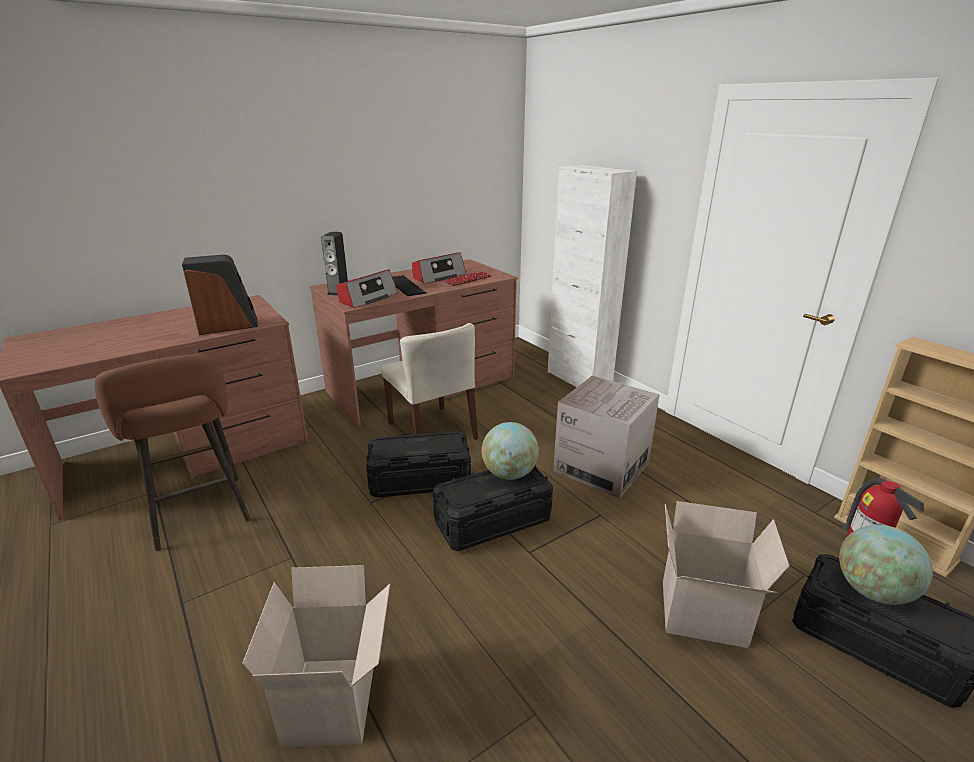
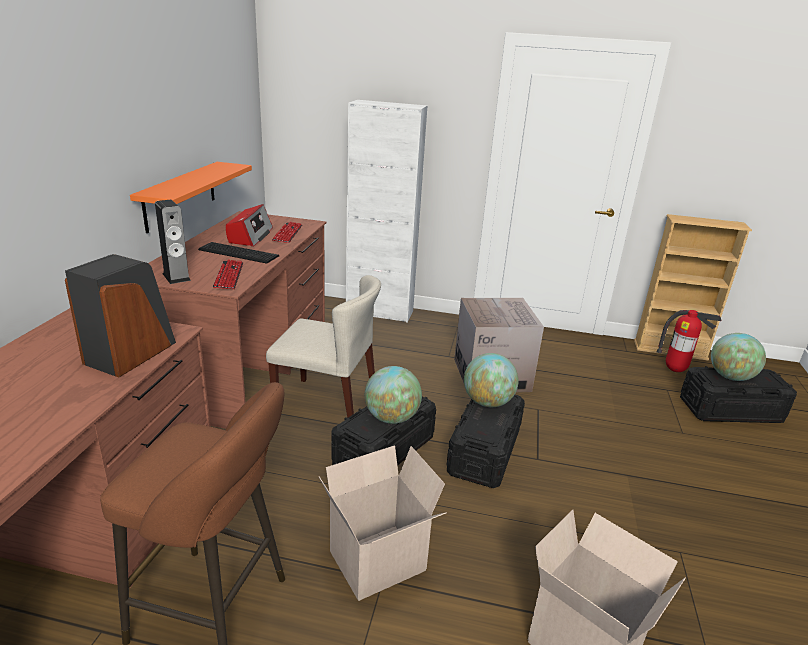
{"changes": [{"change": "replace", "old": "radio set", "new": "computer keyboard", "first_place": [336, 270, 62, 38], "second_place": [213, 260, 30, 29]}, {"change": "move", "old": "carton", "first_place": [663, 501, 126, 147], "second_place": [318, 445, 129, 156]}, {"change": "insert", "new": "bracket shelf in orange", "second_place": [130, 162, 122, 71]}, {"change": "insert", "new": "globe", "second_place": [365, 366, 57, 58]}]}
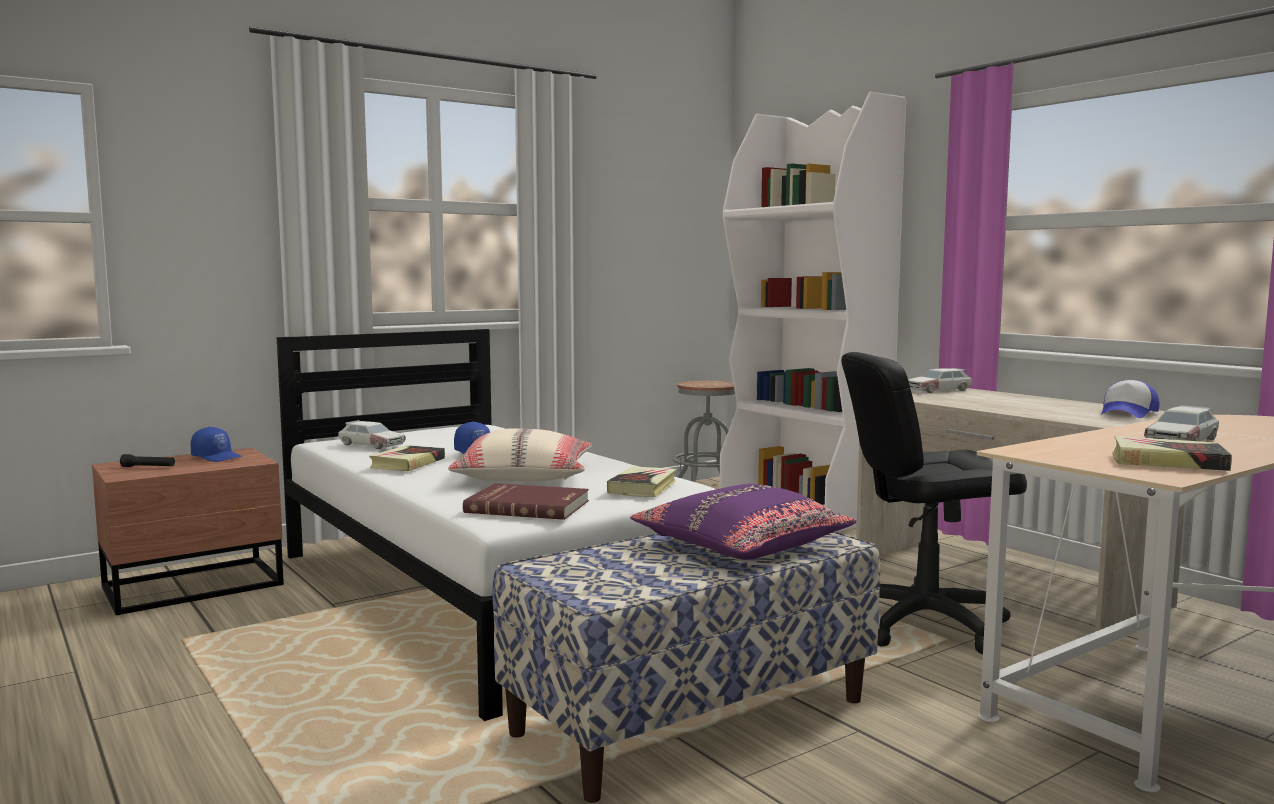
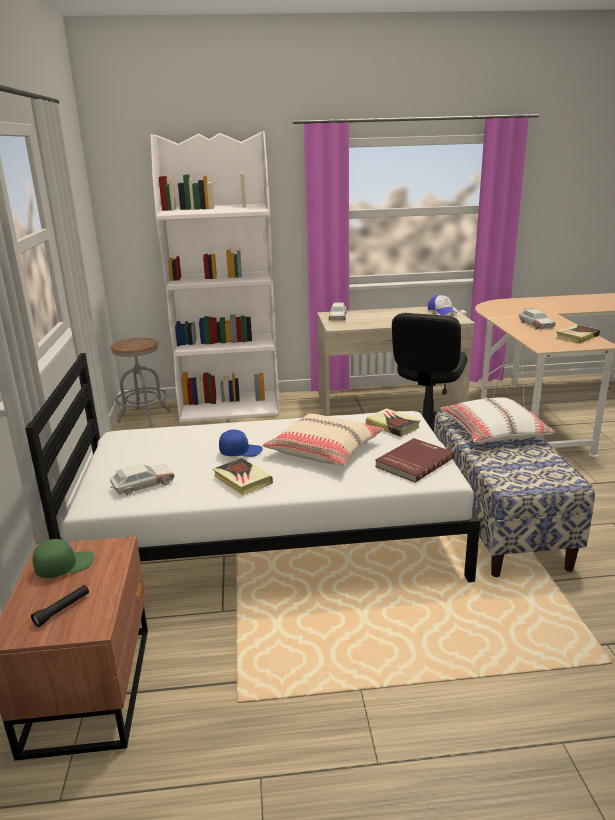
{"changes": [{"change": "recolor", "old": "baseball cap in blue", "new": "baseball cap in green", "first_place": [191, 427, 52, 35], "second_place": [32, 539, 63, 39]}, {"change": "recolor", "old": "cushion in purple-coloured", "new": "cushion in whitish", "first_place": [630, 484, 227, 76], "second_place": [440, 397, 115, 47]}]}
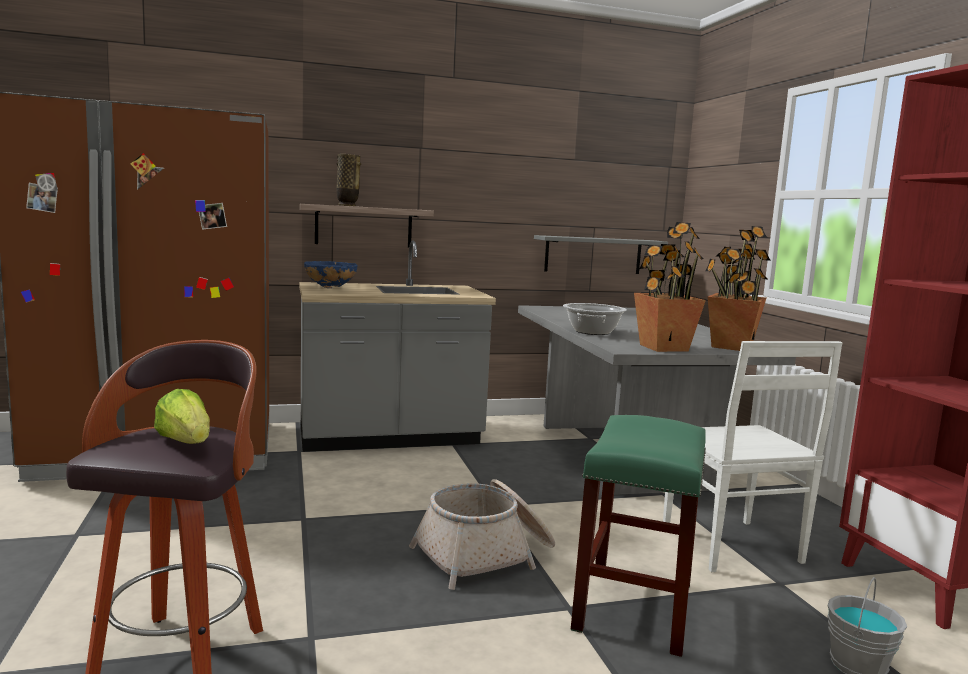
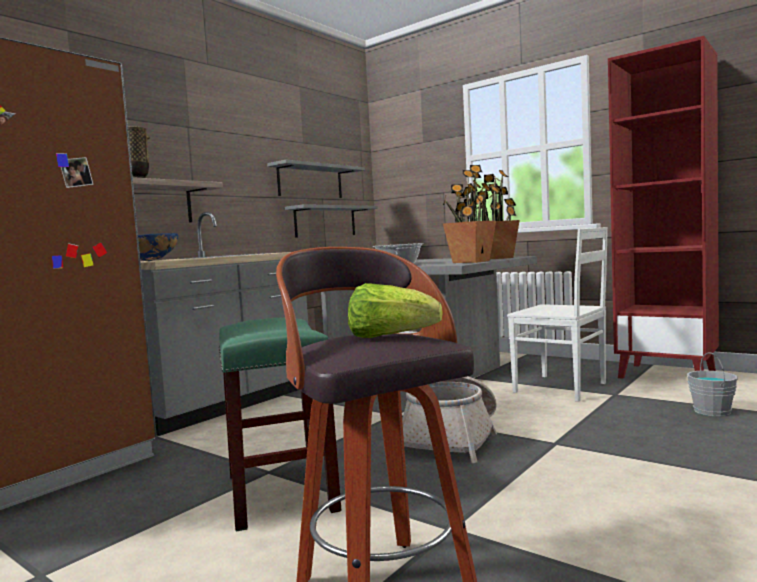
{"changes": [{"change": "move", "old": "stool seat in green", "first_place": [571, 415, 135, 242], "second_place": [219, 318, 123, 213]}, {"change": "insert", "new": "bracket shelf in grey", "second_place": [267, 160, 98, 38]}]}
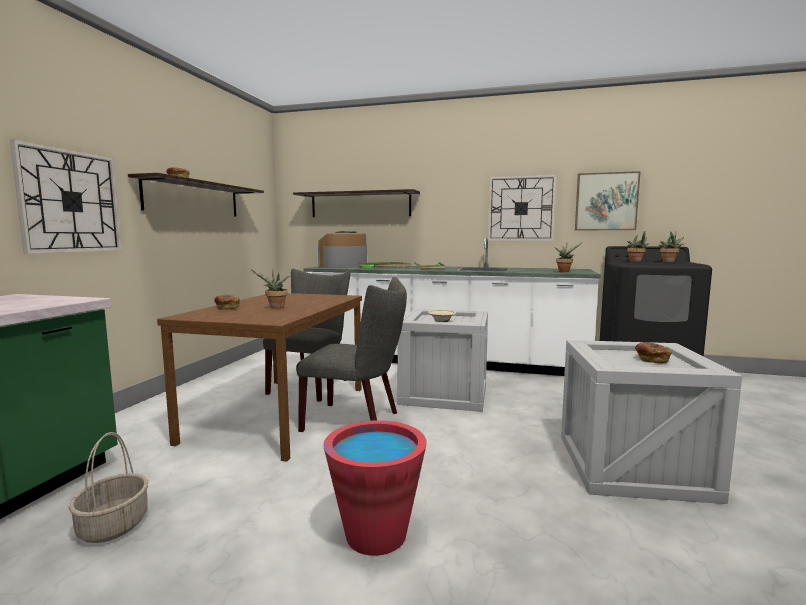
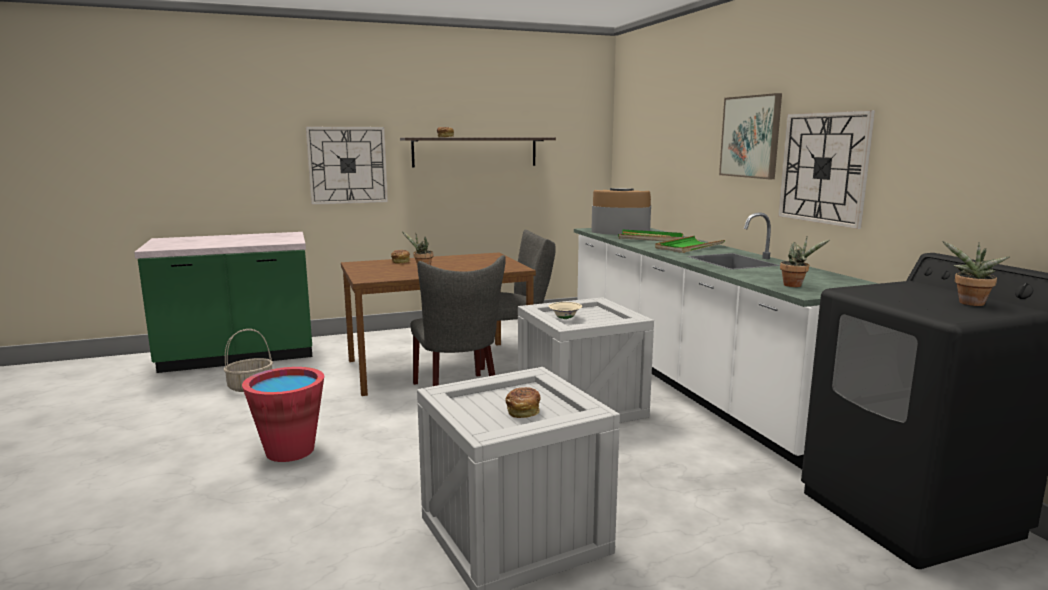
{"changes": [{"change": "delete", "old": "bracket shelf", "first_place": [293, 189, 127, 28]}, {"change": "move", "old": "wall picture", "first_place": [575, 171, 66, 59], "second_place": [719, 93, 63, 86]}, {"change": "delete", "old": "potted plant", "first_place": [627, 231, 23, 31]}]}
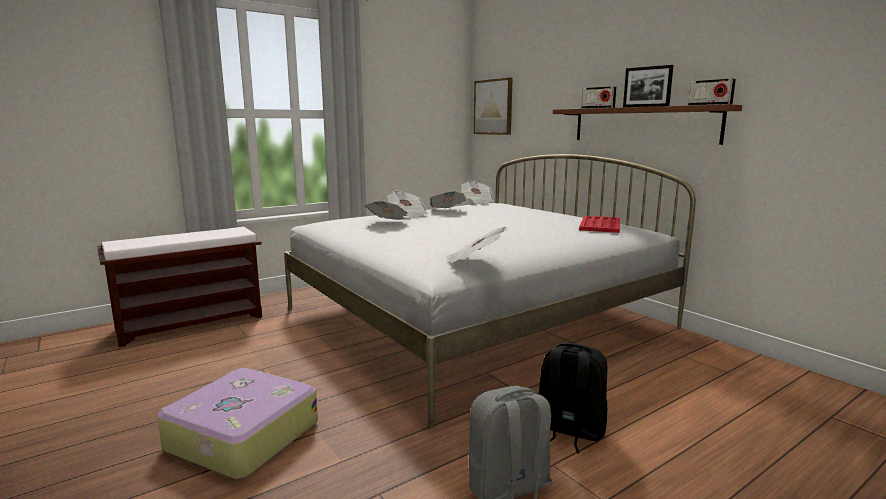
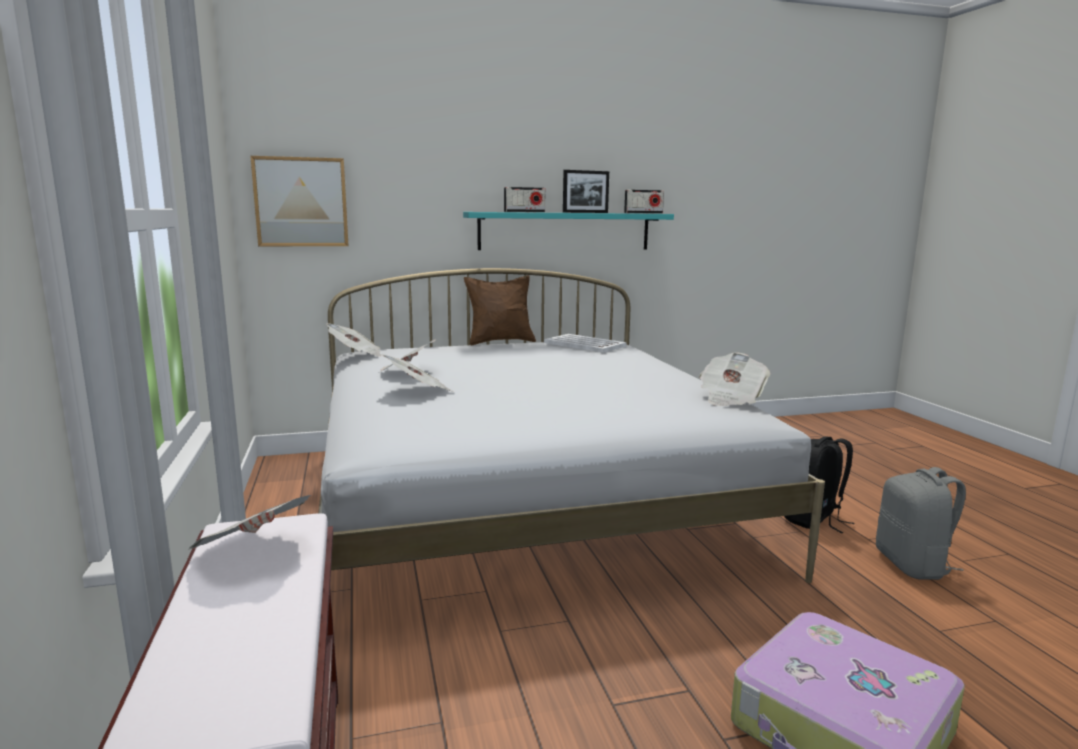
{"changes": [{"change": "move", "old": "printed paper", "first_place": [365, 201, 42, 19], "second_place": [188, 495, 124, 55]}, {"change": "recolor", "old": "bracket shelf in brownish", "new": "bracket shelf in turquoise-coloured", "first_place": [553, 104, 190, 41], "second_place": [463, 212, 211, 38]}, {"change": "recolor", "old": "tray in red-coloured", "new": "tray in whitish", "first_place": [579, 216, 41, 17], "second_place": [544, 334, 82, 19]}, {"change": "insert", "new": "cushion in brownish", "second_place": [464, 275, 72, 70]}]}
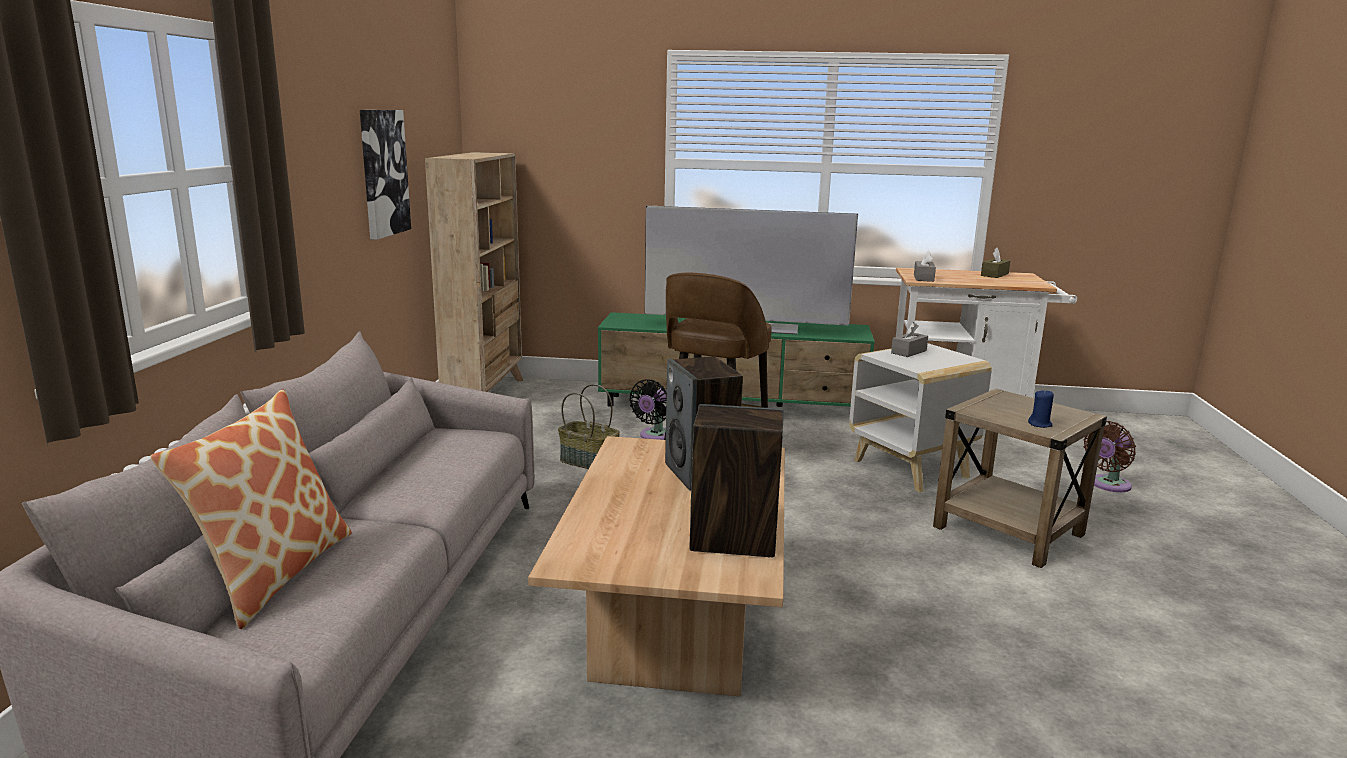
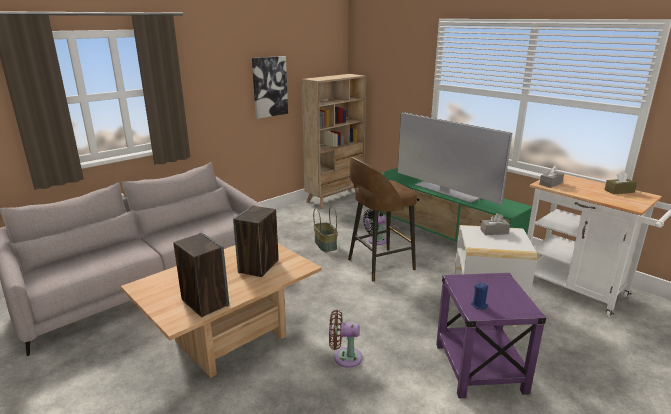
{"changes": [{"change": "delete", "old": "cushion", "first_place": [151, 389, 201, 240]}, {"change": "recolor", "old": "end table in beige", "new": "end table in purple-coloured", "first_place": [933, 389, 174, 179], "second_place": [436, 273, 110, 125]}, {"change": "move", "old": "electric fan in brownish", "first_place": [1083, 421, 53, 71], "second_place": [329, 310, 33, 58]}]}
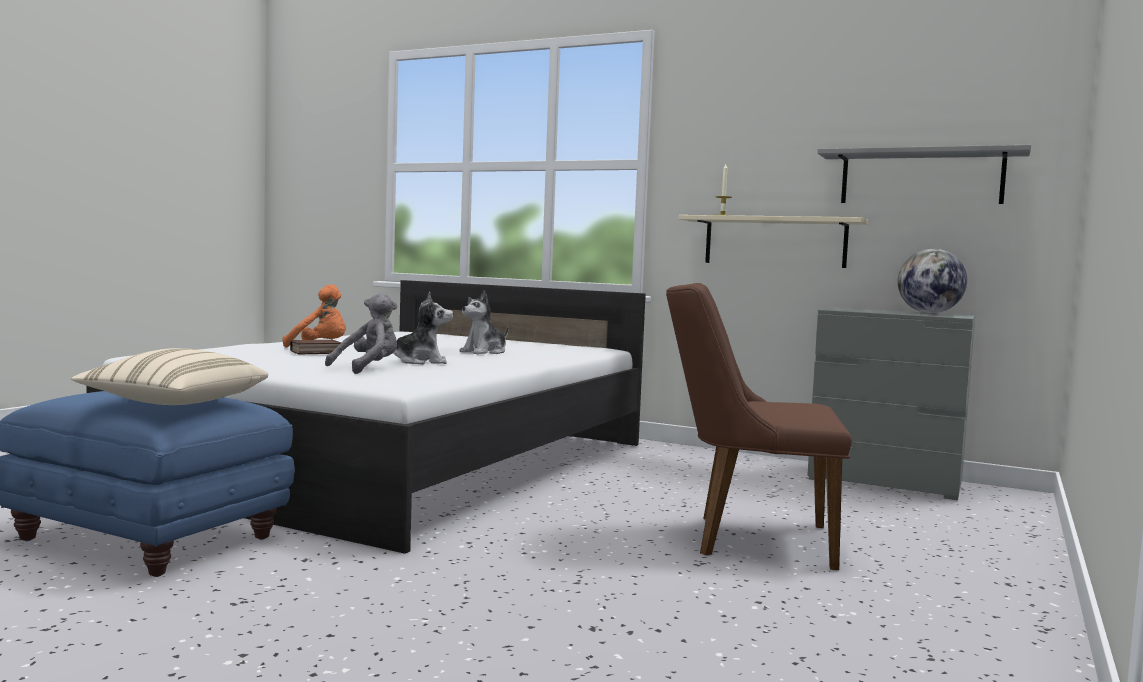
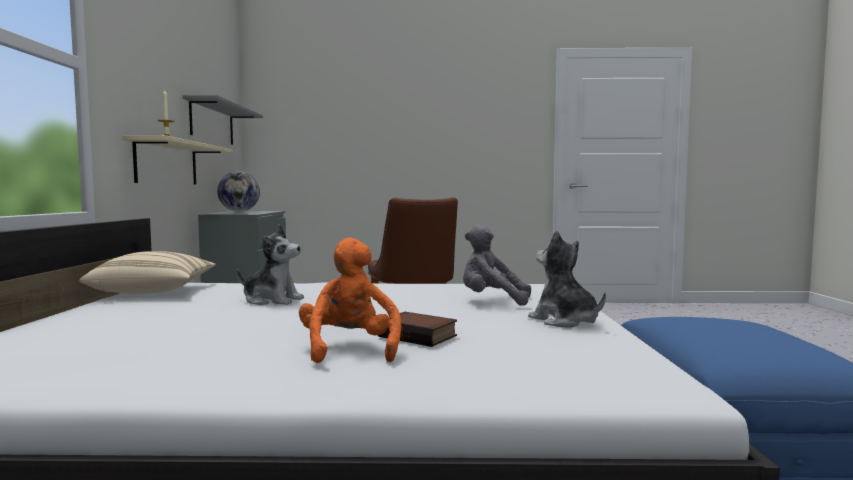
{"changes": [{"change": "move", "old": "cushion in beige", "first_place": [71, 348, 197, 57], "second_place": [79, 251, 137, 43]}, {"change": "move", "old": "plush toy", "first_place": [393, 292, 60, 73], "second_place": [528, 231, 78, 97]}]}
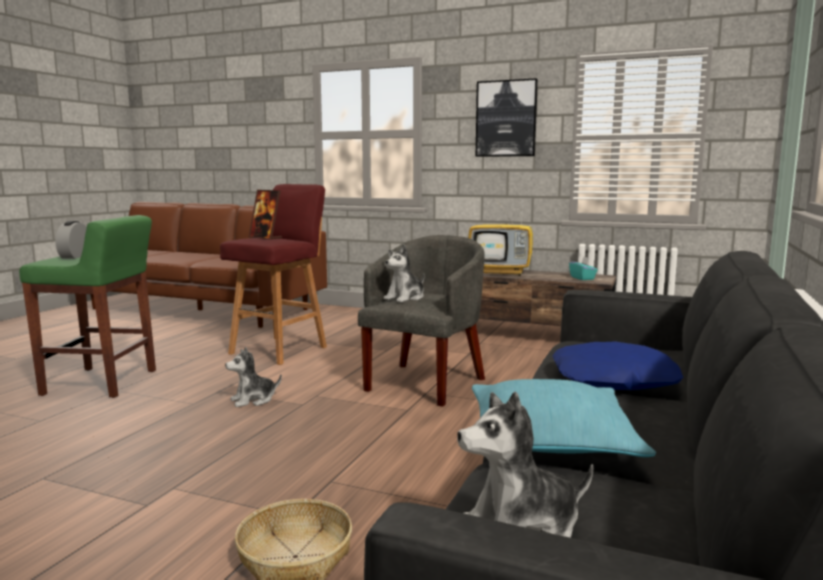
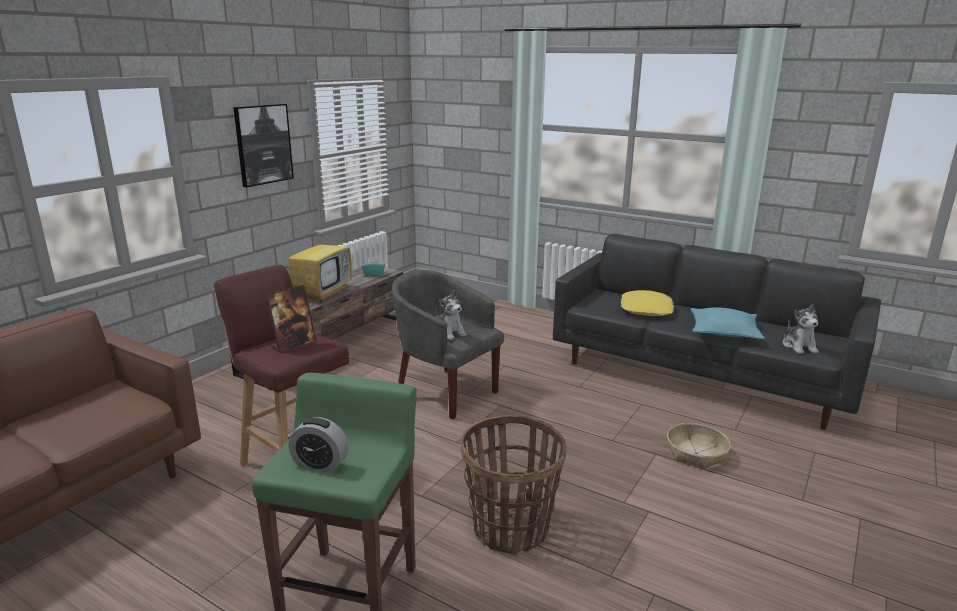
{"changes": [{"change": "delete", "old": "plush toy", "first_place": [225, 347, 57, 60]}, {"change": "recolor", "old": "cushion in blue", "new": "cushion in yellowish", "first_place": [552, 341, 131, 49], "second_place": [621, 290, 53, 26]}, {"change": "insert", "new": "basket", "second_place": [460, 416, 106, 139]}]}
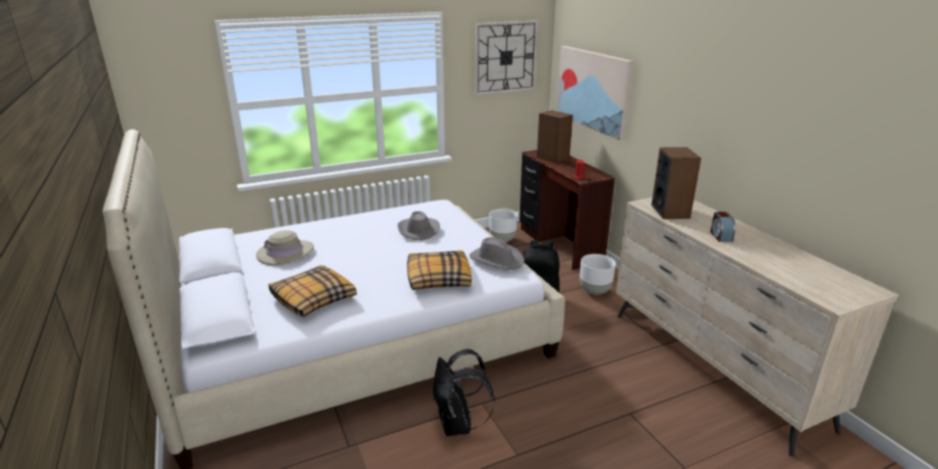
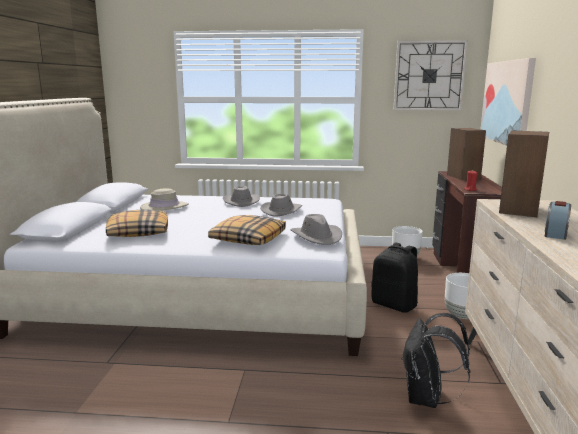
{"changes": [{"change": "move", "old": "knapsack in blackish", "first_place": [433, 349, 62, 87], "second_place": [401, 313, 69, 95]}, {"change": "insert", "new": "hat in grey", "second_place": [223, 186, 37, 21]}]}
